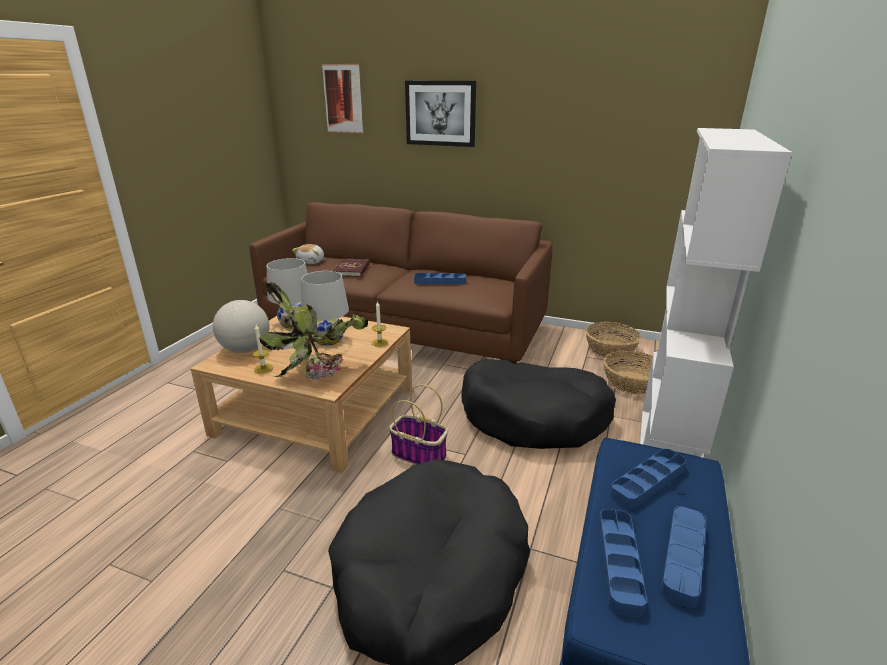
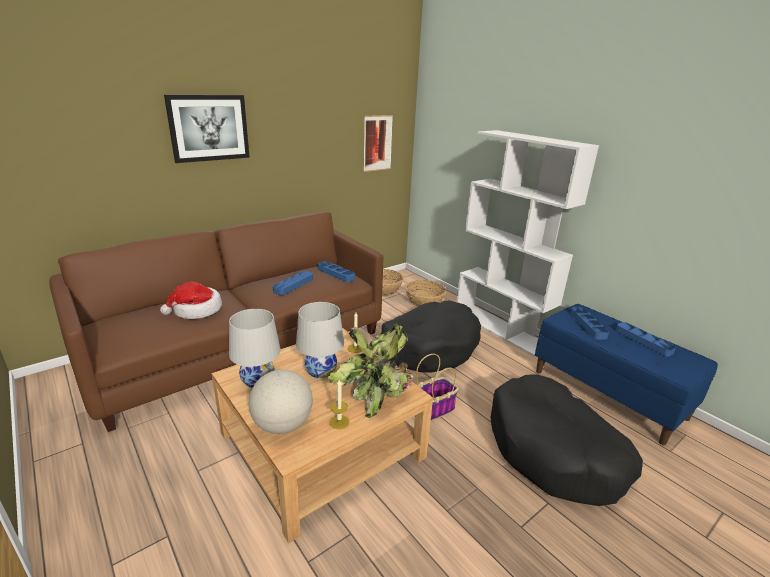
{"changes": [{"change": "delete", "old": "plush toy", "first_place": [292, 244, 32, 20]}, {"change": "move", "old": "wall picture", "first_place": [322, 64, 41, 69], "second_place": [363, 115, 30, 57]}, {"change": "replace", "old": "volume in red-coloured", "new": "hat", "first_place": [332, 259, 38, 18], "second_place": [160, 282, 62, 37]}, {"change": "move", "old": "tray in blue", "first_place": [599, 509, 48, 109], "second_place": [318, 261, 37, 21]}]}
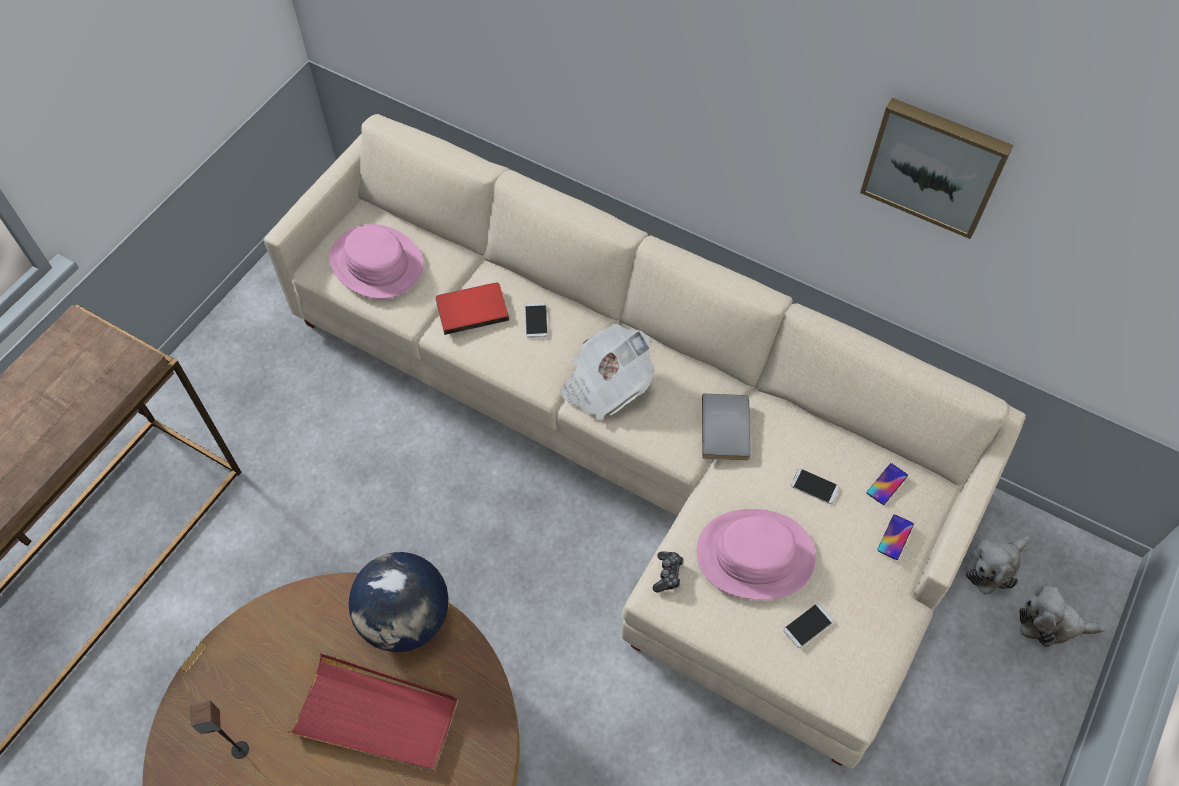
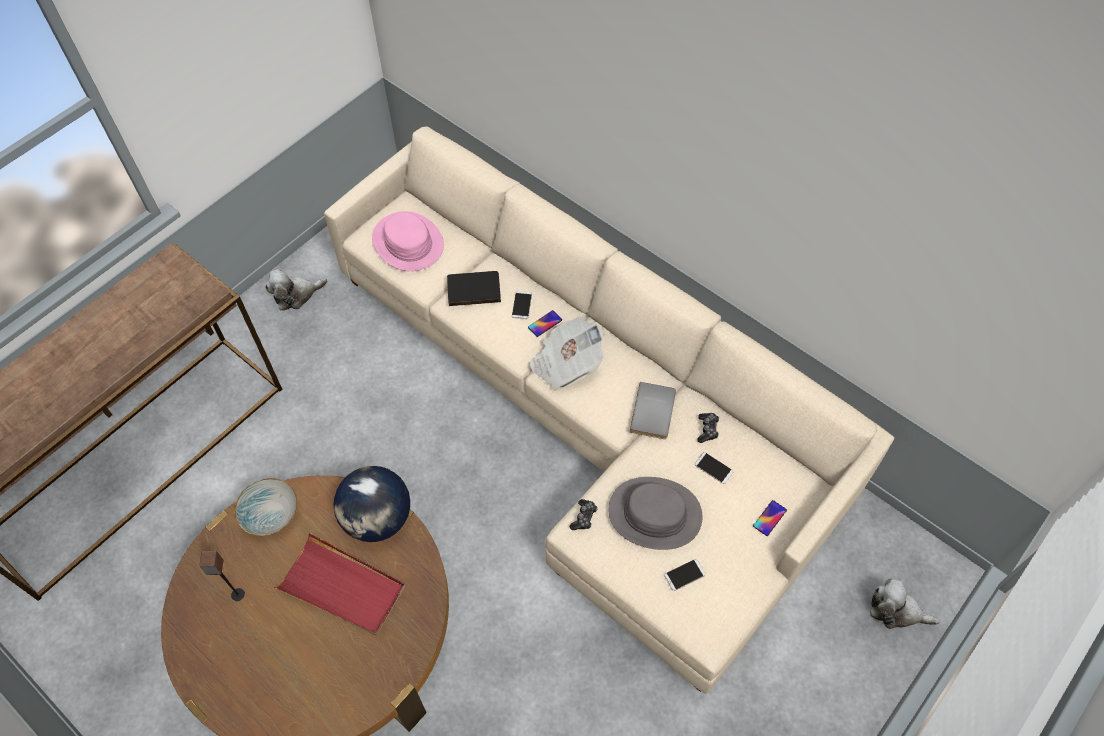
{"changes": [{"change": "recolor", "old": "volume in red-coloured", "new": "volume in blackish", "first_place": [436, 283, 73, 52], "second_place": [447, 271, 54, 35]}, {"change": "recolor", "old": "hat in pinkish", "new": "hat in grey", "first_place": [697, 509, 119, 91], "second_place": [609, 477, 94, 73]}, {"change": "delete", "old": "wall picture", "first_place": [860, 98, 154, 141]}, {"change": "move", "old": "telephone", "first_place": [867, 463, 41, 42], "second_place": [528, 310, 34, 27]}, {"change": "move", "old": "plush toy", "first_place": [965, 536, 66, 58], "second_place": [265, 269, 62, 42]}, {"change": "insert", "new": "deep dish", "second_place": [235, 478, 63, 58]}, {"change": "insert", "new": "joypad", "second_place": [697, 413, 22, 30]}]}
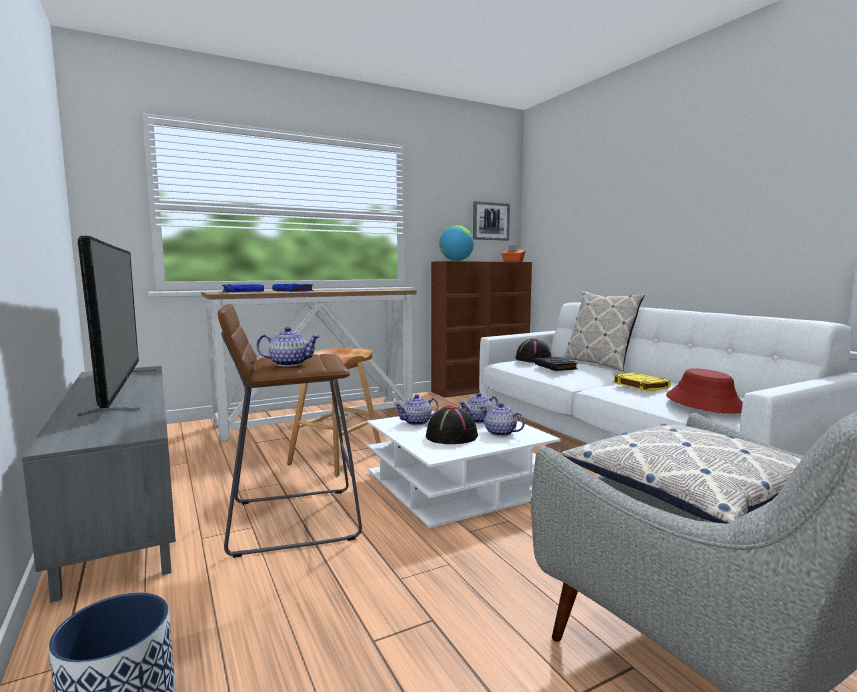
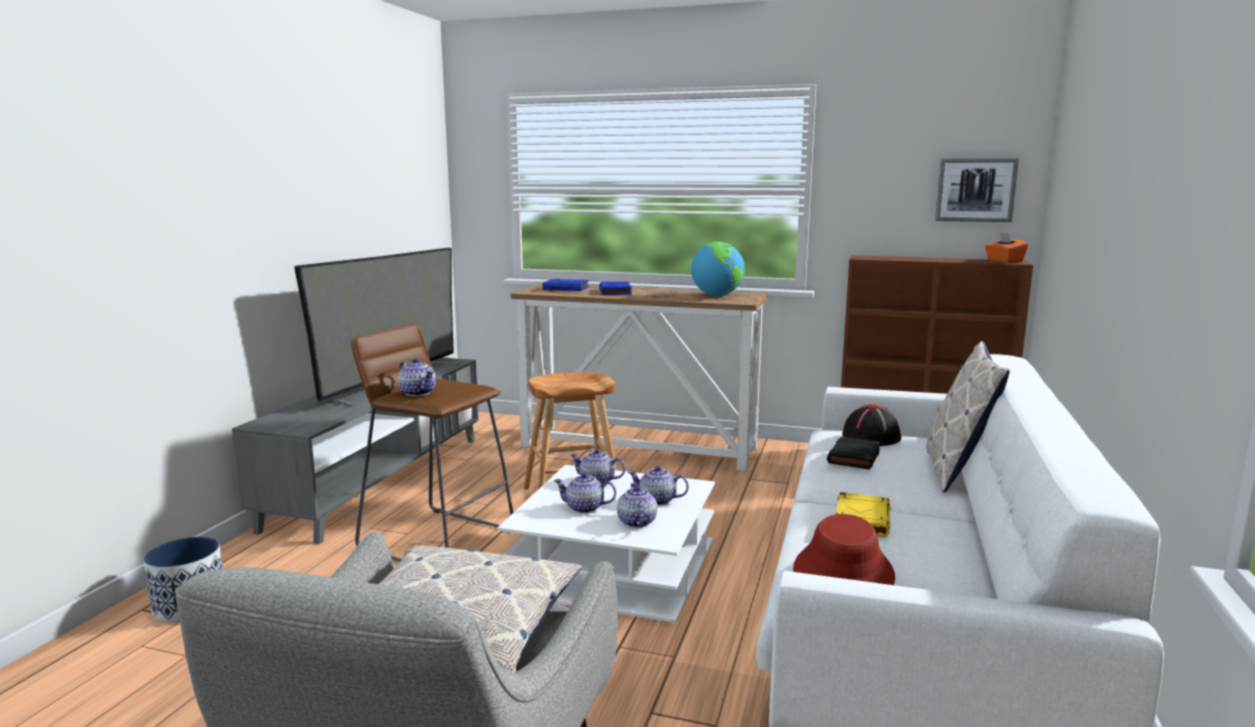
{"changes": [{"change": "replace", "old": "hat in blackish", "new": "teapot", "first_place": [426, 405, 52, 39], "second_place": [553, 472, 63, 41]}, {"change": "move", "old": "globe", "first_place": [439, 225, 35, 36], "second_place": [691, 242, 53, 54]}]}
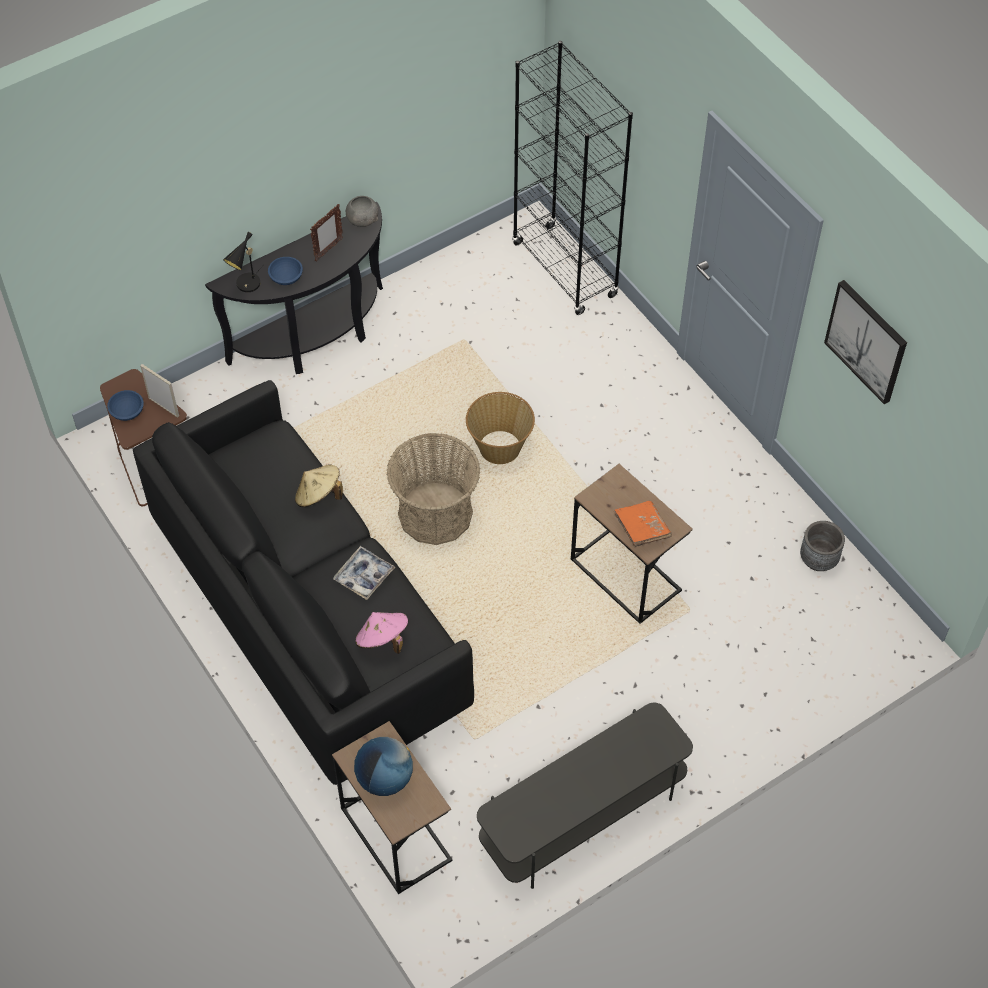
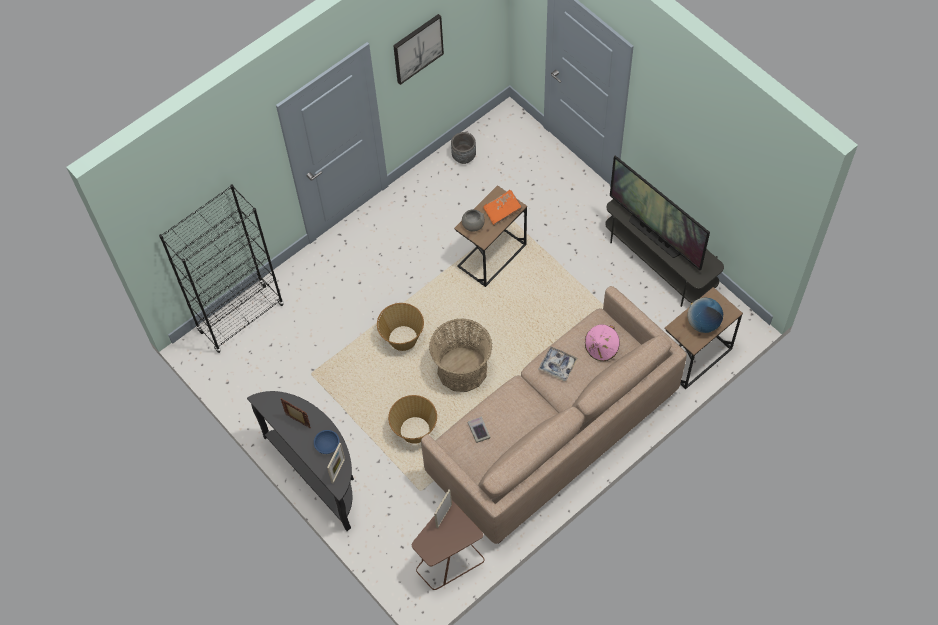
{"changes": [{"change": "delete", "old": "deep dish in blue", "first_place": [107, 390, 37, 31]}, {"change": "recolor", "old": "sofa in blackish", "new": "sofa in beige", "first_place": [133, 380, 341, 405], "second_place": [421, 286, 266, 258]}, {"change": "replace", "old": "tabletop lamp in blackish", "new": "photo frame", "first_place": [223, 232, 41, 60], "second_place": [327, 442, 18, 41]}, {"change": "delete", "old": "hat in beige", "first_place": [295, 464, 48, 43]}, {"change": "move", "old": "deep dish in grey", "first_place": [346, 196, 32, 31], "second_place": [462, 209, 23, 23]}, {"change": "insert", "new": "basket", "second_place": [388, 395, 49, 49]}, {"change": "insert", "new": "volume", "second_place": [468, 416, 22, 27]}, {"change": "insert", "new": "TV", "second_place": [610, 155, 100, 115]}]}
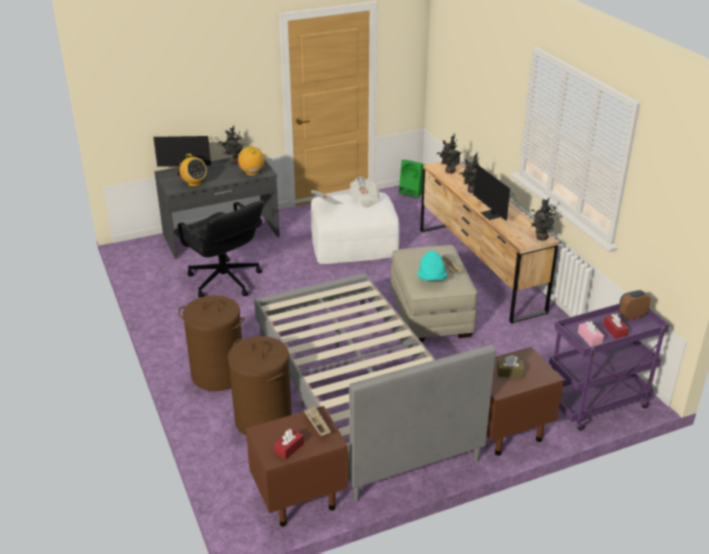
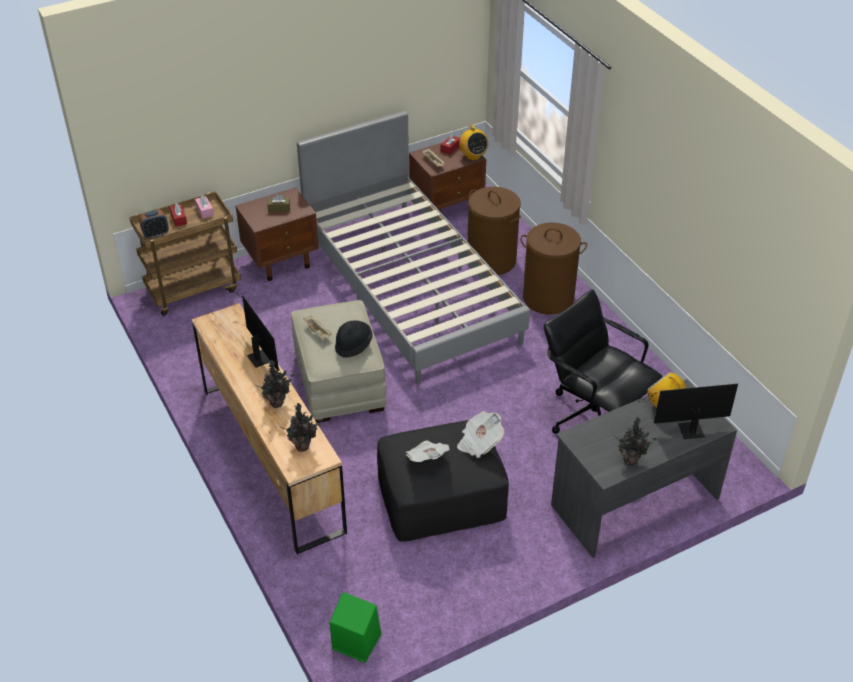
{"changes": [{"change": "move", "old": "radio set", "first_place": [238, 146, 26, 30], "second_place": [459, 125, 29, 35]}, {"change": "recolor", "old": "pouffe in whitish", "new": "pouffe in blackish", "first_place": [311, 192, 89, 72], "second_place": [377, 420, 132, 122]}, {"change": "delete", "old": "hat in turquoise-coloured", "first_place": [417, 250, 30, 30]}, {"change": "delete", "old": "potted plant", "first_place": [531, 198, 25, 43]}, {"change": "recolor", "old": "trolley in purple-coloured", "new": "trolley in brownish", "first_place": [549, 304, 120, 126], "second_place": [129, 191, 112, 125]}, {"change": "insert", "new": "hat in blackish", "second_place": [335, 320, 38, 38]}]}
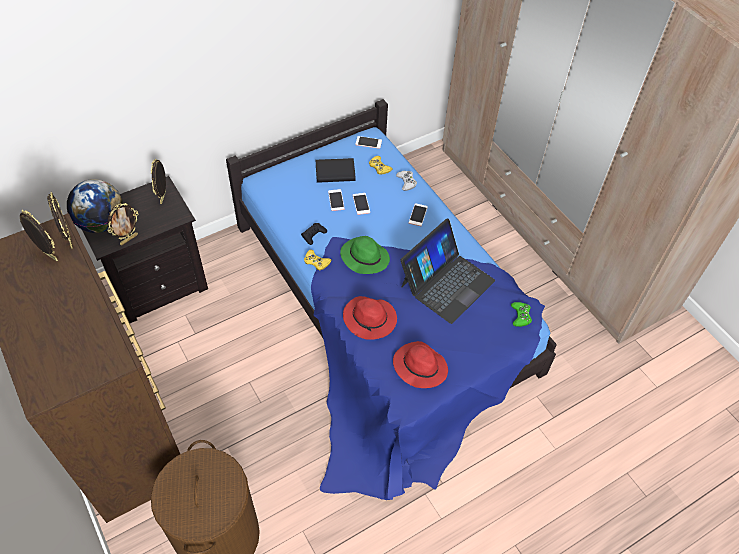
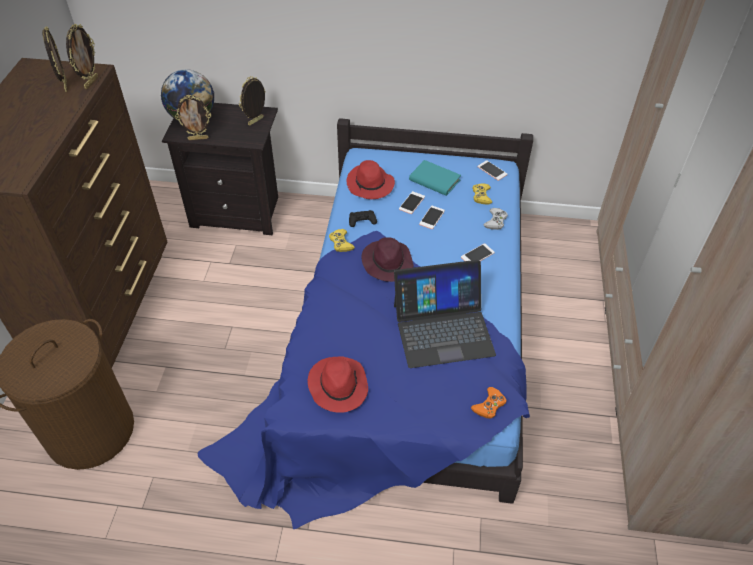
{"changes": [{"change": "recolor", "old": "volume in blackish", "new": "volume in turquoise-coloured", "first_place": [316, 158, 40, 25], "second_place": [409, 160, 52, 36]}, {"change": "recolor", "old": "hat in green", "new": "hat in purple-coloured", "first_place": [340, 236, 50, 38], "second_place": [361, 237, 53, 45]}, {"change": "move", "old": "hat in red-coloured", "first_place": [343, 296, 54, 44], "second_place": [347, 160, 48, 39]}, {"change": "recolor", "old": "joypad in green", "new": "joypad in orange", "first_place": [511, 302, 21, 25], "second_place": [471, 387, 35, 32]}]}
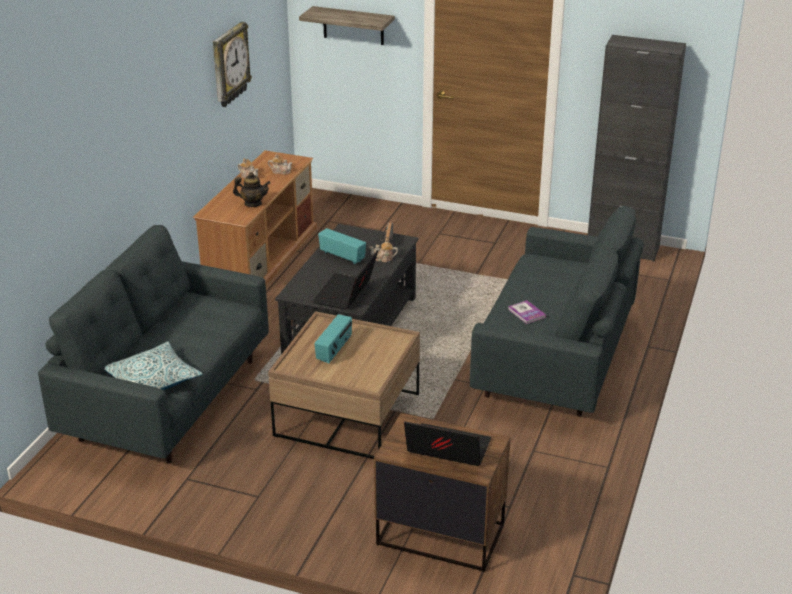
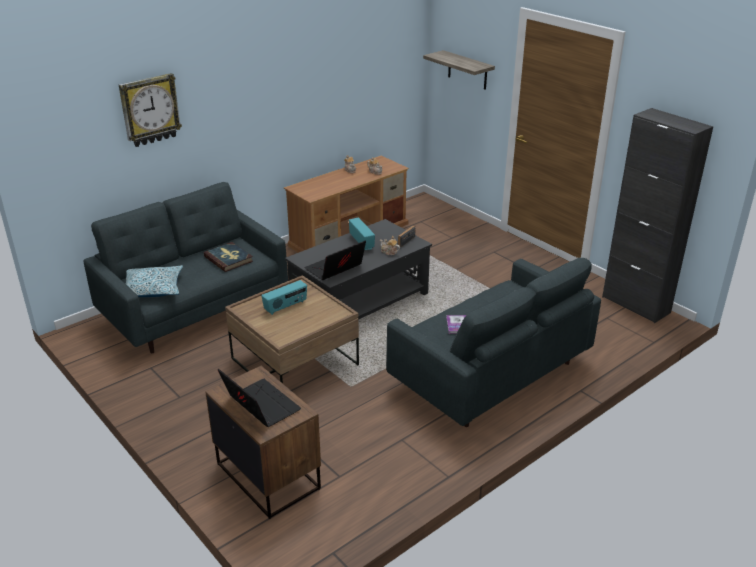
{"changes": [{"change": "move", "old": "clock on the wall", "first_place": [213, 22, 39, 85], "second_place": [119, 73, 63, 74]}, {"change": "delete", "old": "teapot", "first_place": [233, 172, 37, 35]}, {"change": "insert", "new": "volume", "second_place": [204, 242, 49, 30]}]}
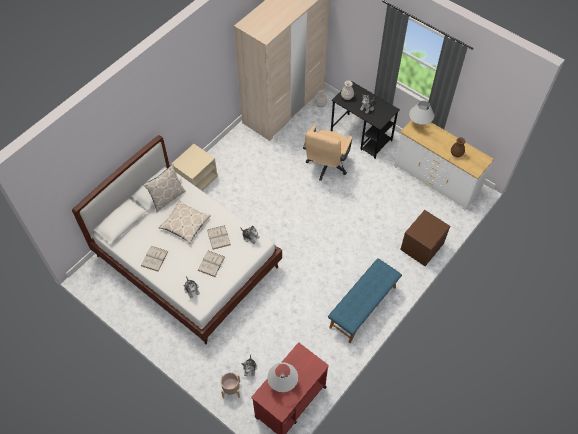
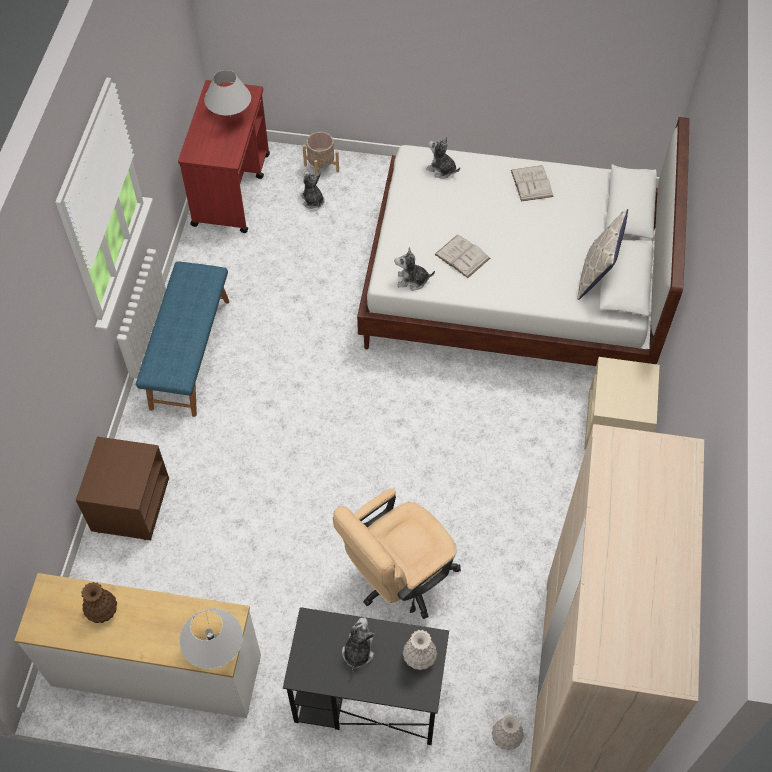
{"changes": [{"change": "delete", "old": "cushion", "first_place": [158, 200, 53, 44]}, {"change": "delete", "old": "volume in whitish", "first_place": [197, 251, 28, 26]}, {"change": "rotate", "old": "computer chair in beige", "first_place": [303, 125, 49, 56], "second_place": [333, 489, 128, 130], "degrees": -120}]}
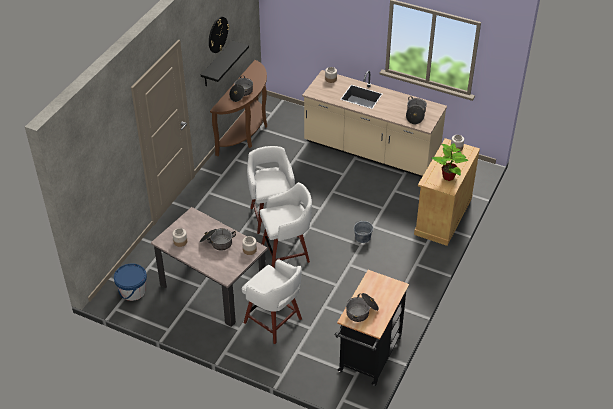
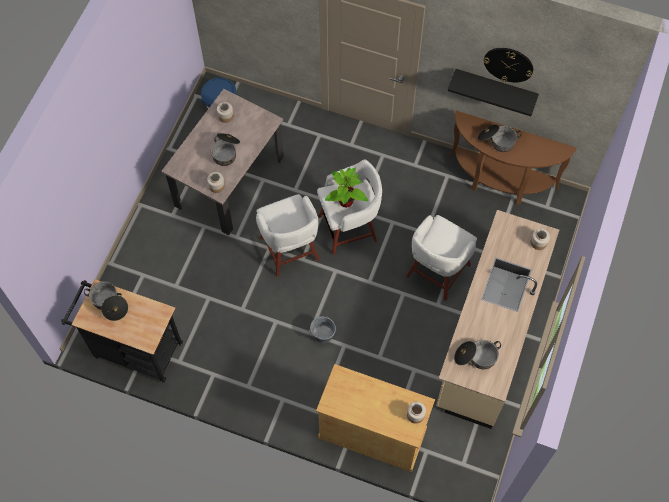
{"changes": [{"change": "move", "old": "stool seat in whitish", "first_place": [242, 259, 60, 85], "second_place": [406, 215, 71, 86]}, {"change": "move", "old": "potted plant", "first_place": [432, 143, 37, 38], "second_place": [325, 168, 43, 40]}]}
